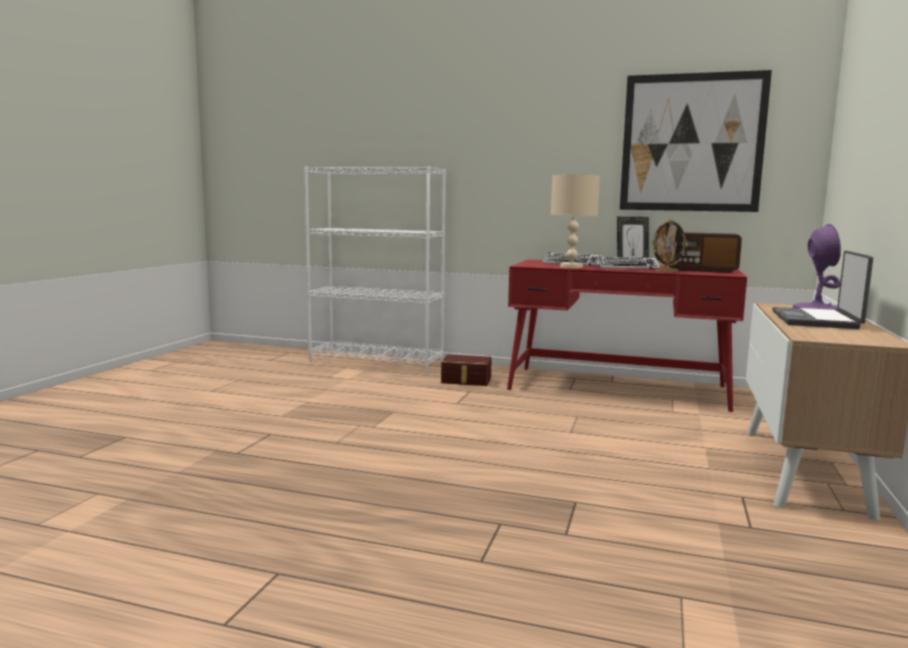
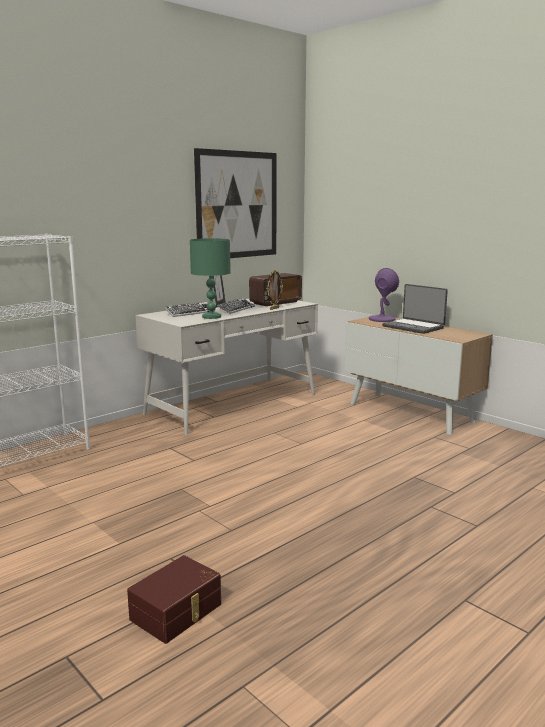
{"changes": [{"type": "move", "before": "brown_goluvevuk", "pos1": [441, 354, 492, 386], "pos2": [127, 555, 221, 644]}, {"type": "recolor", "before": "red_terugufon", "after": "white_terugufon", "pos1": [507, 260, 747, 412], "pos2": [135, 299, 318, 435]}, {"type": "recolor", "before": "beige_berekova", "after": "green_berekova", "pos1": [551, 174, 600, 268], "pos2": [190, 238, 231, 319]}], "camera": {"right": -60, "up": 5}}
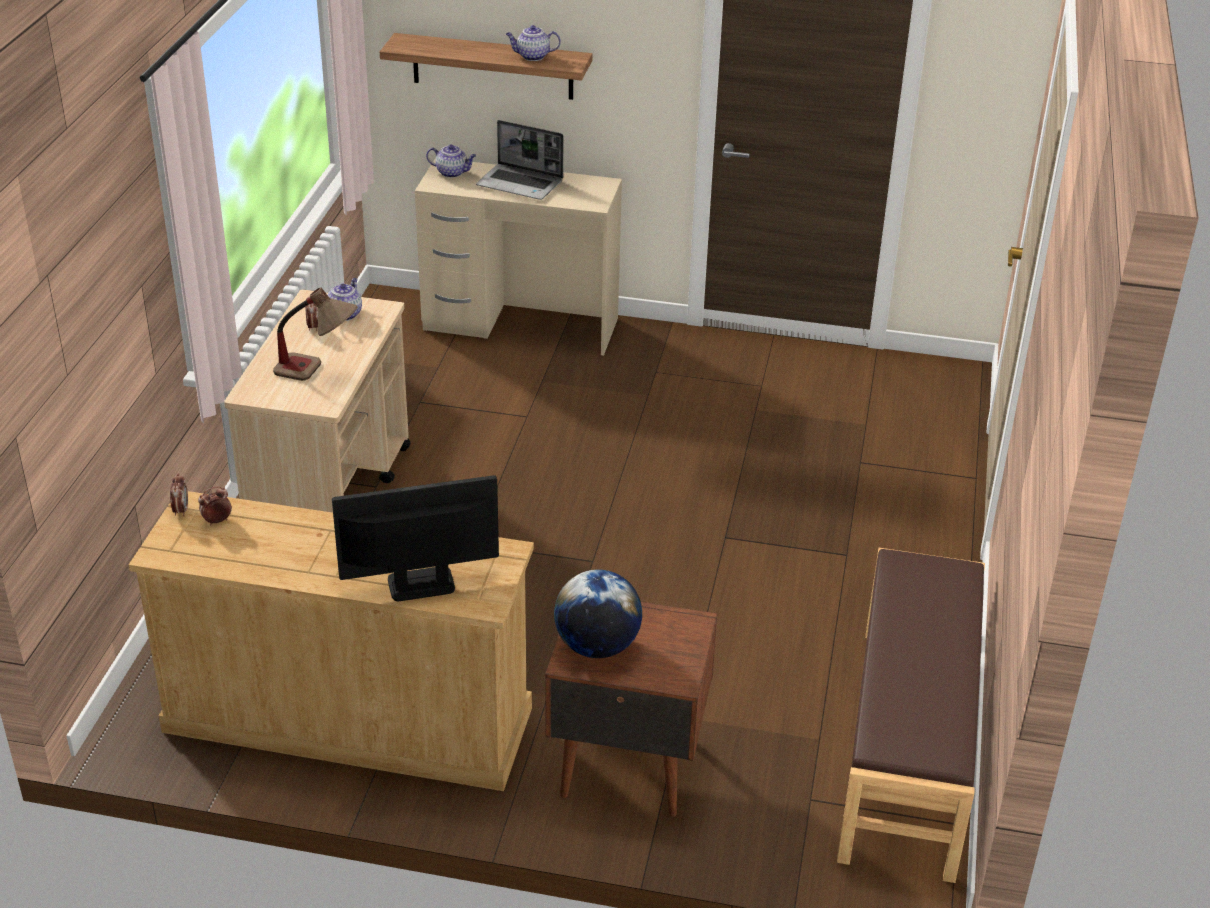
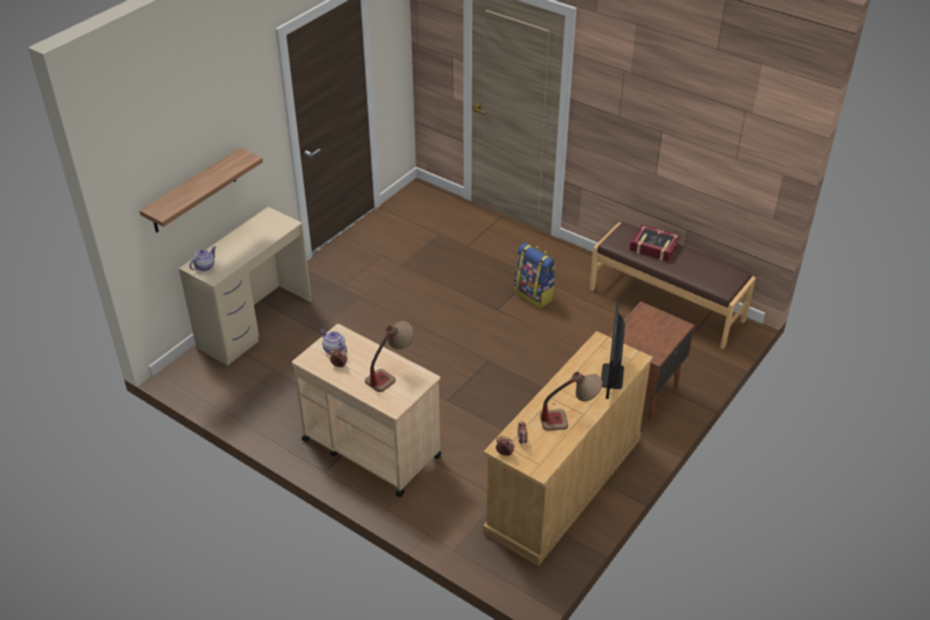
{"changes": [{"type": "delete", "before": "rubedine", "pos1": [476, 120, 563, 200]}, {"type": "delete", "before": "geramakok", "pos1": [506, 25, 561, 61]}, {"type": "delete", "before": "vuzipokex", "pos1": [554, 569, 642, 658]}, {"type": "insert", "after": "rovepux", "pos2": [514, 243, 555, 308]}, {"type": "insert", "after": "berekova", "pos2": [540, 372, 603, 431]}, {"type": "insert", "after": "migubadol", "pos2": [630, 225, 680, 262]}], "camera": {"right": -65, "up": 5}}
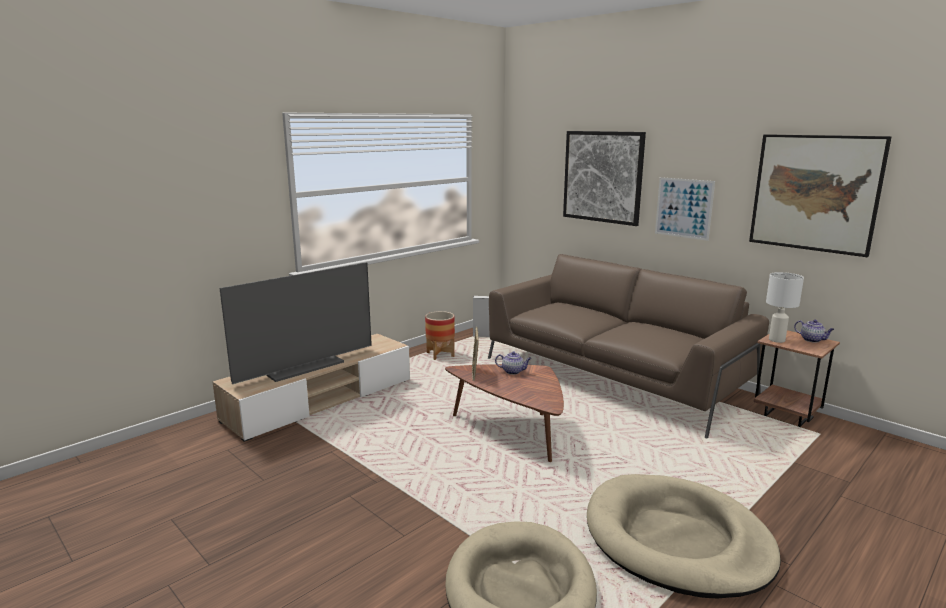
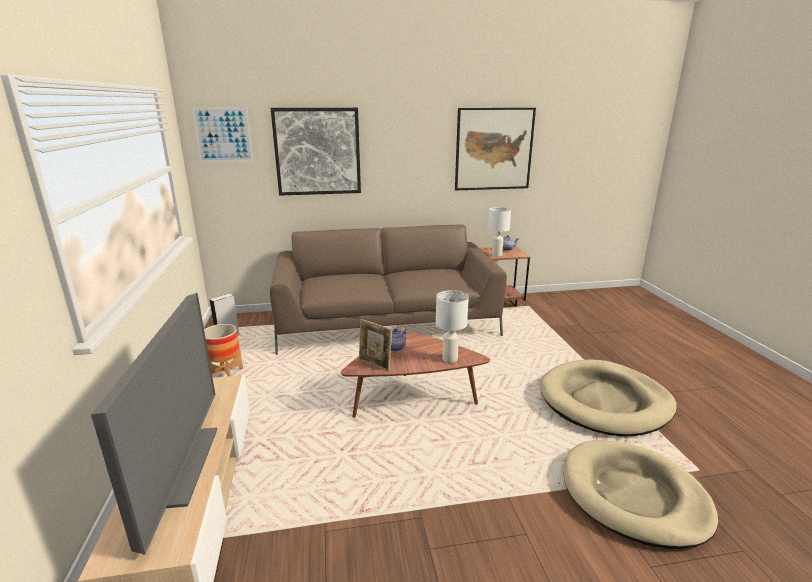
{"changes": [{"type": "insert", "after": "white_berekova", "pos2": [436, 290, 469, 363]}, {"type": "move", "before": "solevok", "pos1": [655, 177, 715, 241], "pos2": [192, 107, 253, 162]}], "camera": {"right": -55, "up": 5}}
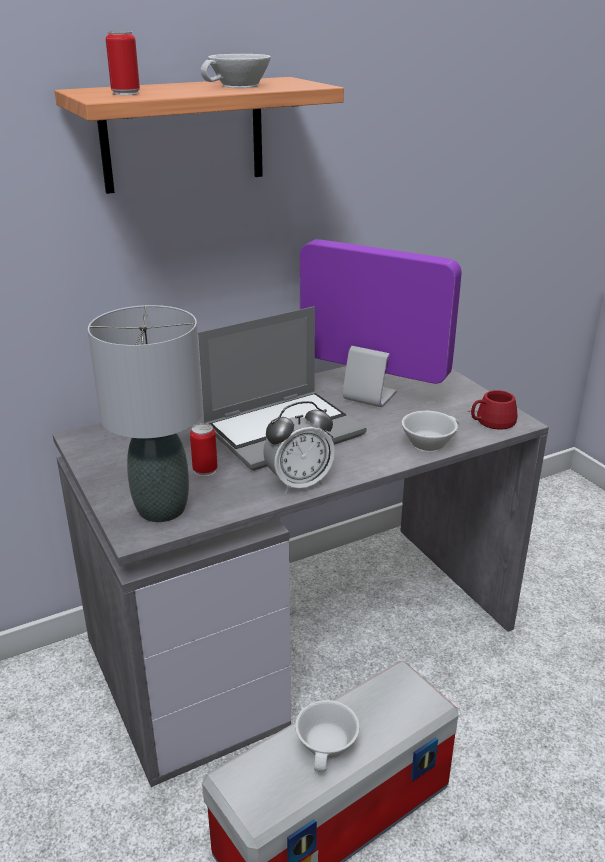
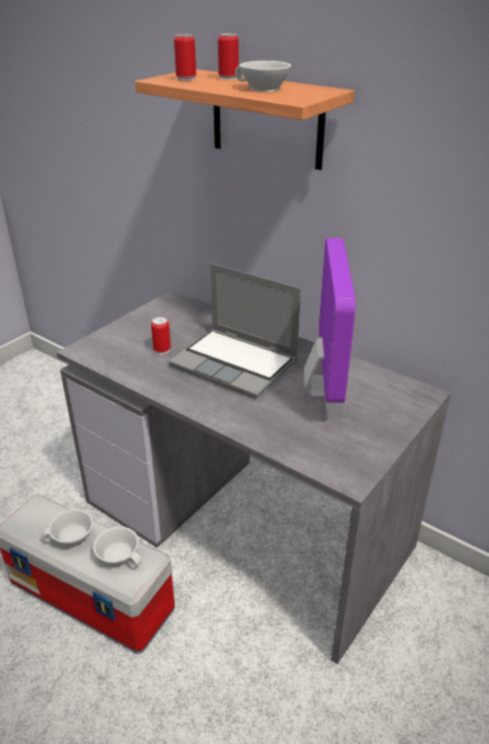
{"changes": [{"type": "delete", "before": "grey_berekova", "pos1": [88, 305, 203, 522]}, {"type": "delete", "before": "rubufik", "pos1": [263, 401, 335, 494]}, {"type": "delete", "before": "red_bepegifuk", "pos1": [468, 390, 517, 430]}, {"type": "insert", "after": "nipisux", "pos2": [218, 33, 239, 80]}, {"type": "move", "before": "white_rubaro", "pos1": [402, 411, 460, 453], "pos2": [93, 527, 142, 568]}], "camera": {"right": 65, "up": 5}}
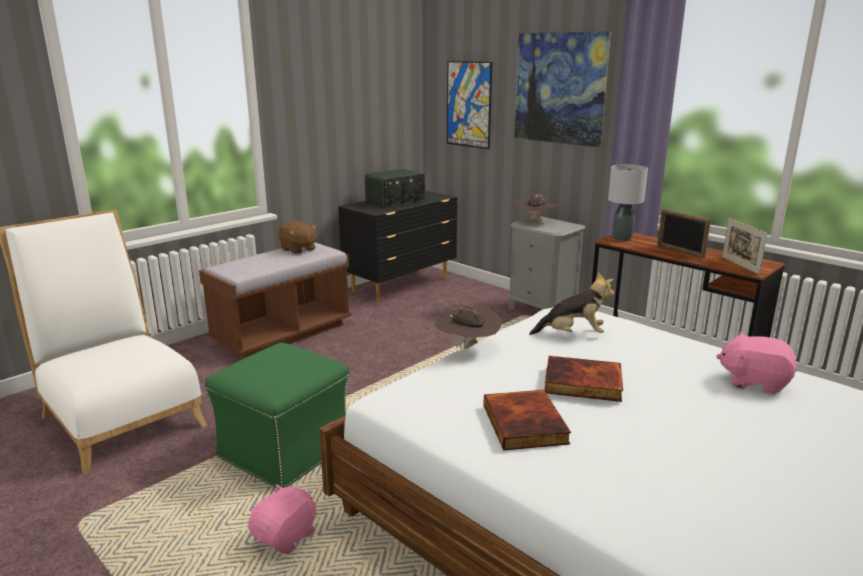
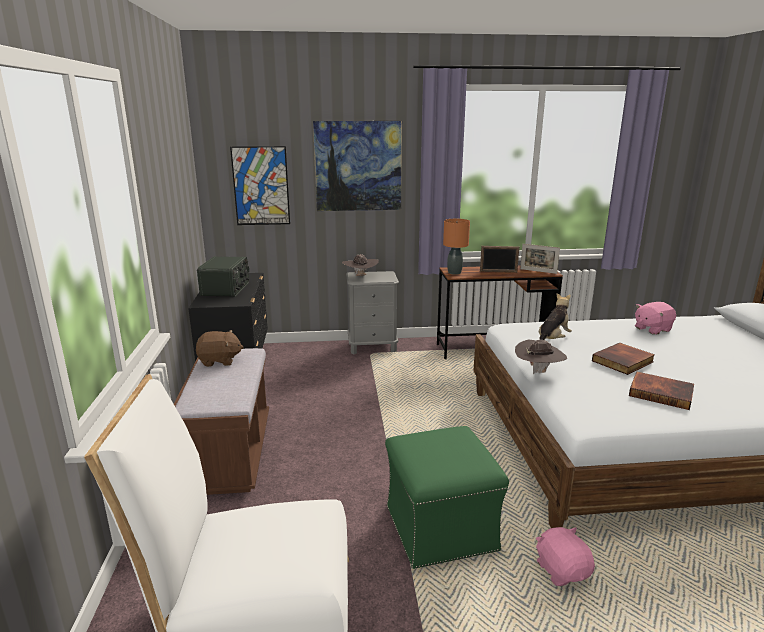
{"changes": [{"type": "recolor", "before": "grey_berekova", "after": "orange_berekova", "pos1": [608, 164, 648, 241], "pos2": [443, 219, 470, 275]}], "camera": {"right": -50, "up": 0}}
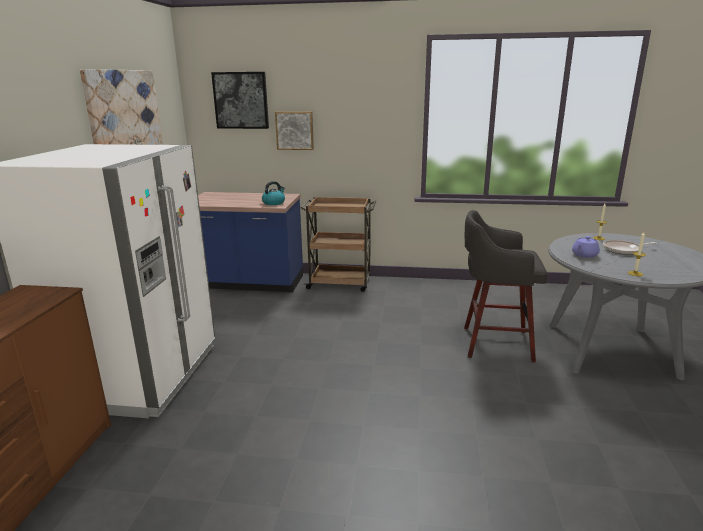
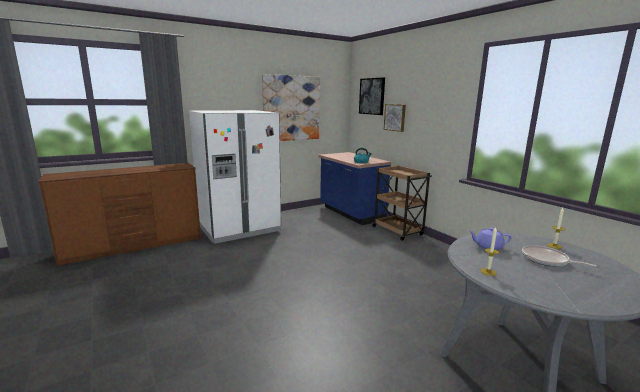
{"changes": [{"type": "delete", "before": "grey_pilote", "pos1": [464, 210, 547, 362]}], "camera": {"right": 50, "up": -5}}
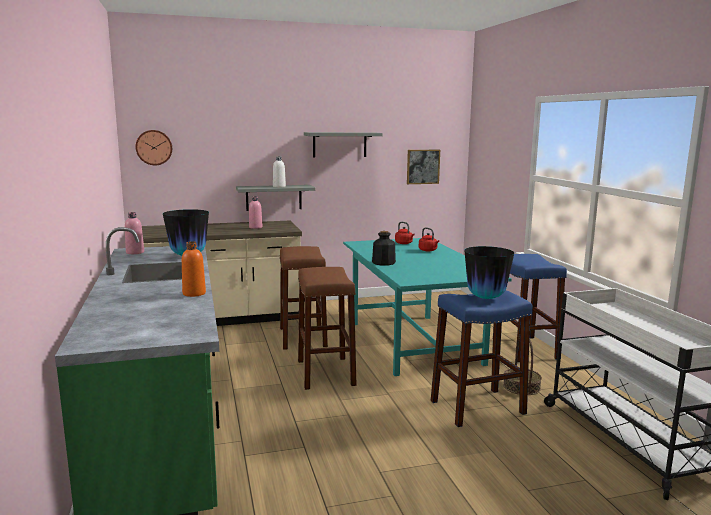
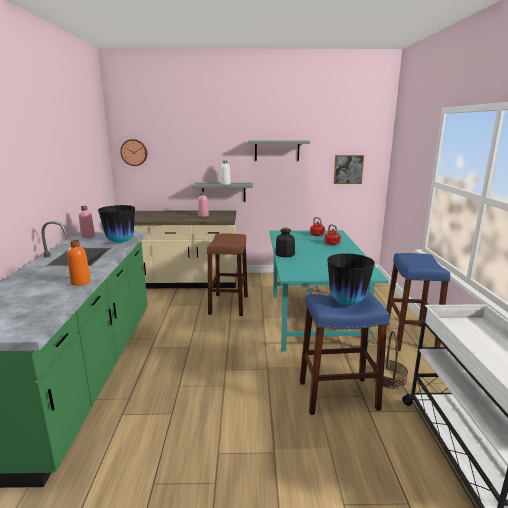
{"changes": [{"type": "delete", "before": "brown_pilote", "pos1": [298, 267, 356, 390]}], "camera": {"right": 15, "up": 5}}
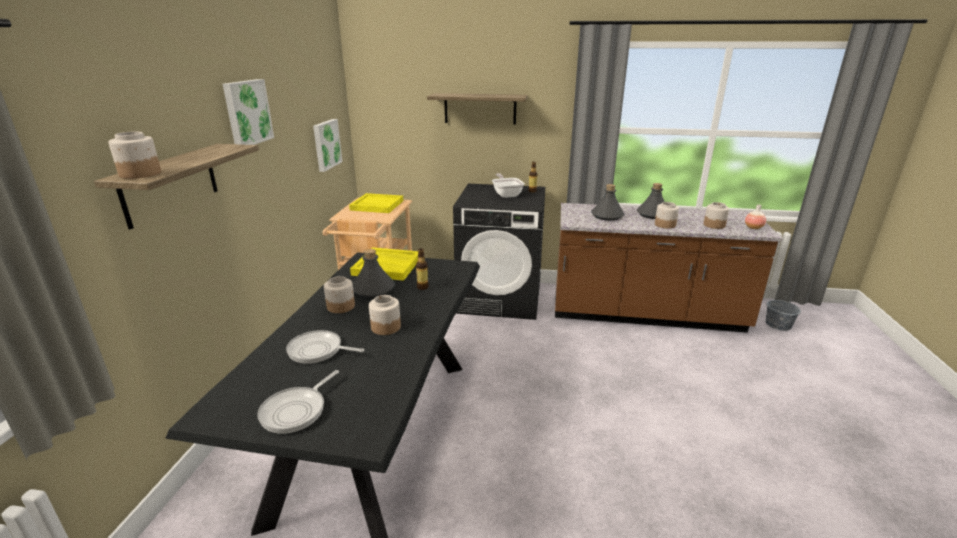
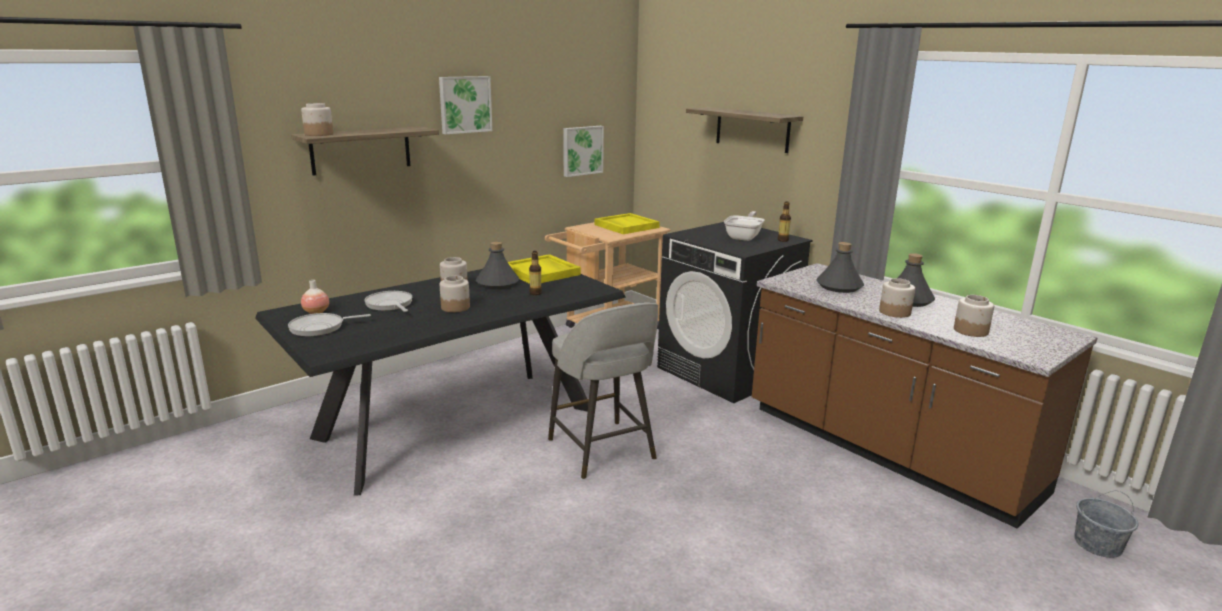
{"changes": [{"type": "insert", "after": "grey_pilote", "pos2": [548, 302, 658, 479]}, {"type": "move", "before": "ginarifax", "pos1": [745, 205, 766, 229], "pos2": [301, 280, 329, 314]}], "camera": {"right": 40, "up": -5}}
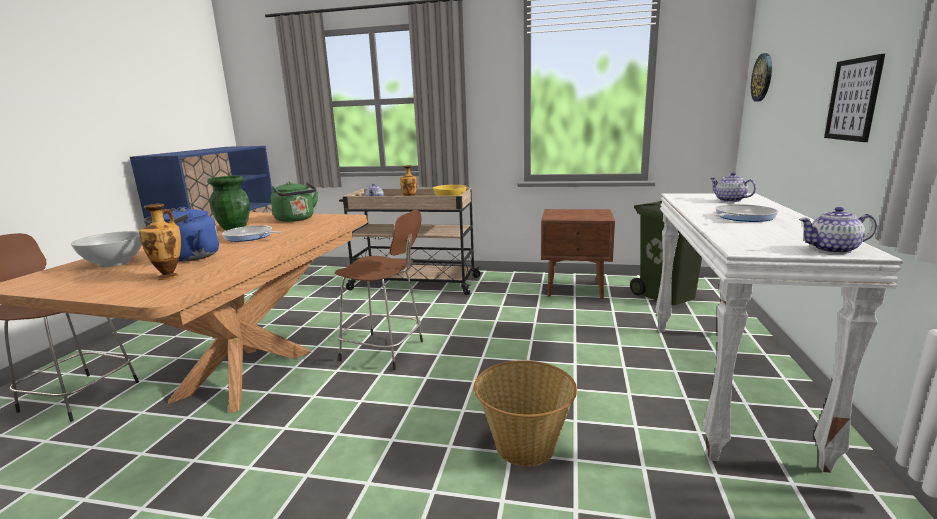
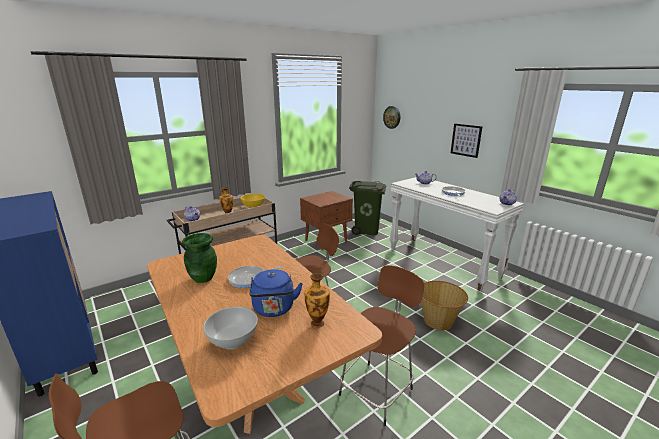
{"changes": [{"type": "delete", "before": "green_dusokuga", "pos1": [271, 181, 318, 222]}, {"type": "insert", "after": "brown_pilote", "pos2": [339, 265, 424, 426]}], "camera": {"right": -50, "up": 5}}
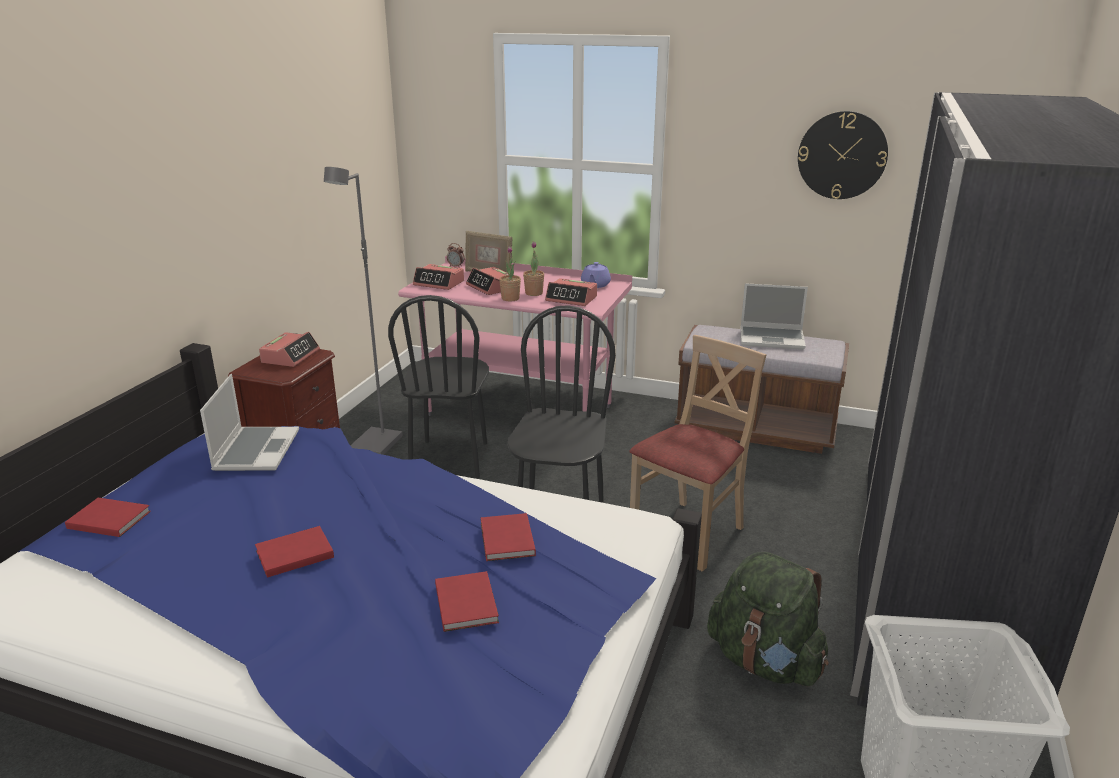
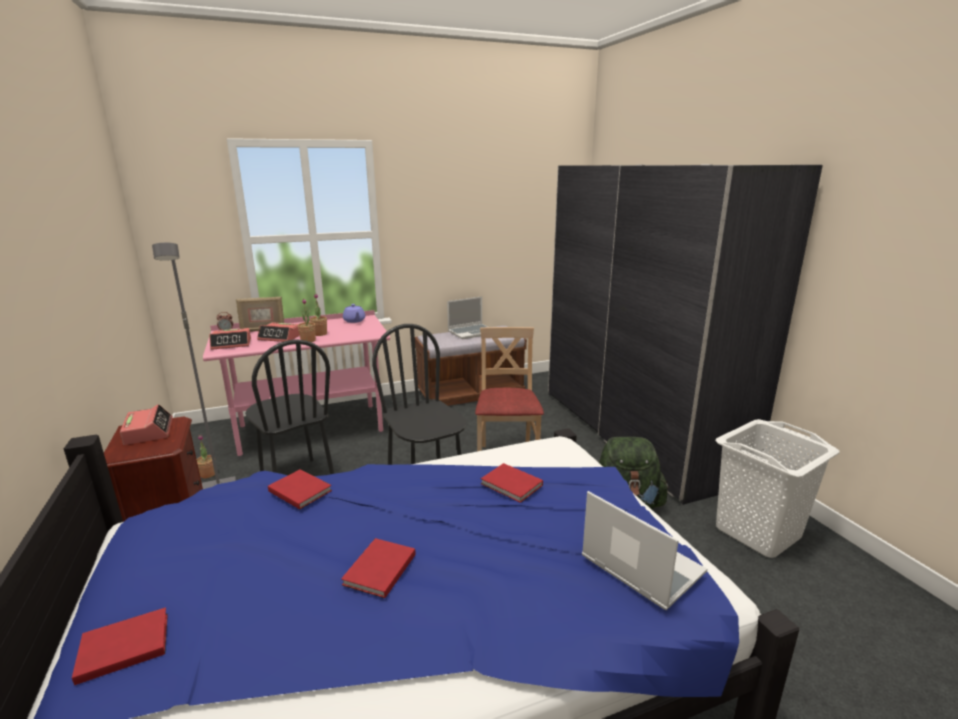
{"changes": [{"type": "delete", "before": "rubufik", "pos1": [545, 278, 597, 306]}, {"type": "delete", "before": "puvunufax", "pos1": [798, 111, 888, 199]}, {"type": "insert", "after": "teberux", "pos2": [196, 435, 215, 478]}, {"type": "move", "before": "rubedine", "pos1": [200, 374, 299, 471], "pos2": [582, 491, 707, 610]}, {"type": "move", "before": "red_migubadol", "pos1": [435, 571, 499, 632], "pos2": [268, 469, 332, 509]}], "camera": {"right": -40, "up": -5}}
